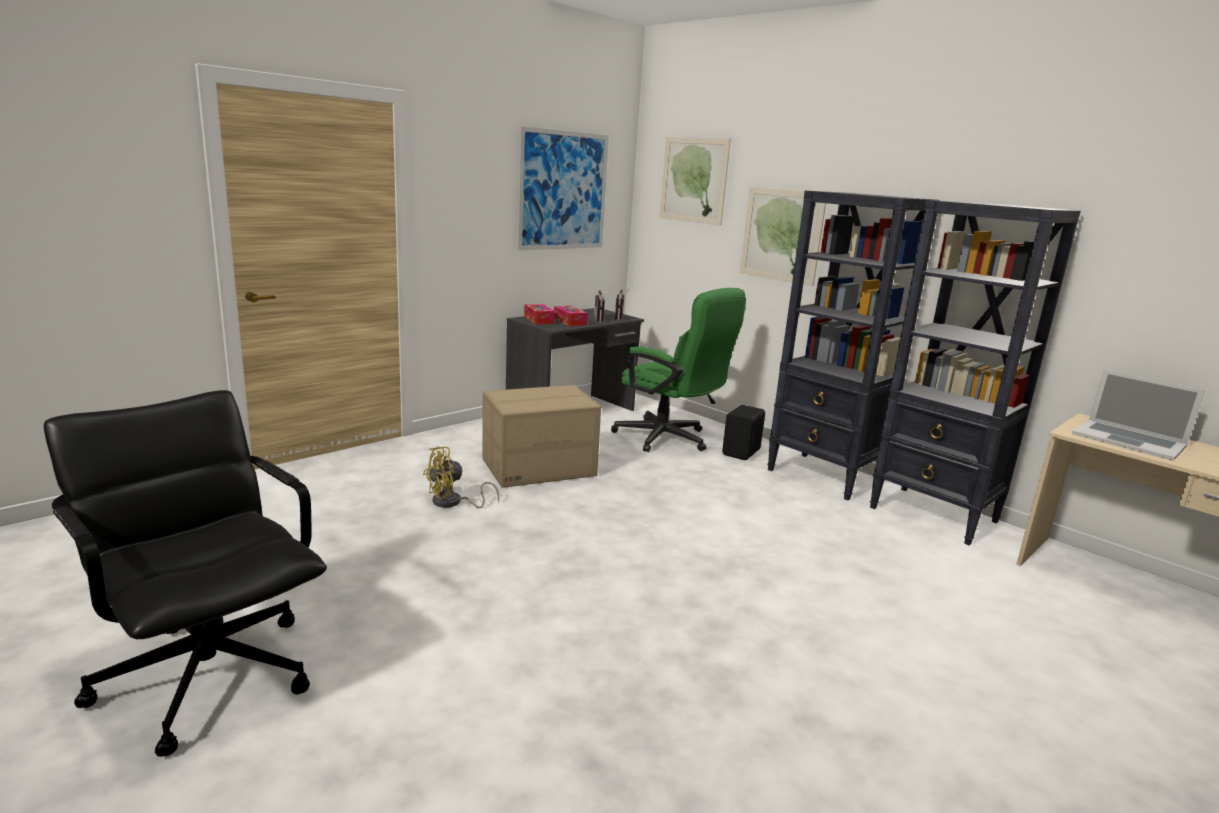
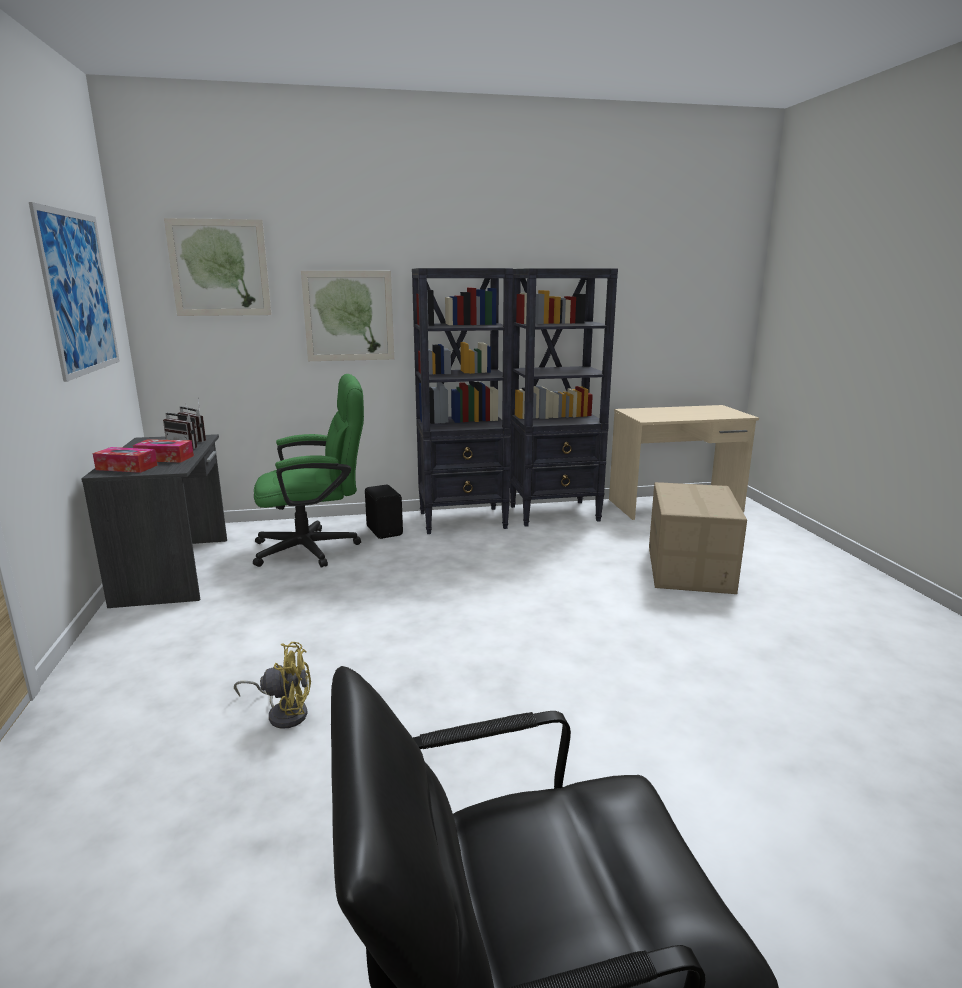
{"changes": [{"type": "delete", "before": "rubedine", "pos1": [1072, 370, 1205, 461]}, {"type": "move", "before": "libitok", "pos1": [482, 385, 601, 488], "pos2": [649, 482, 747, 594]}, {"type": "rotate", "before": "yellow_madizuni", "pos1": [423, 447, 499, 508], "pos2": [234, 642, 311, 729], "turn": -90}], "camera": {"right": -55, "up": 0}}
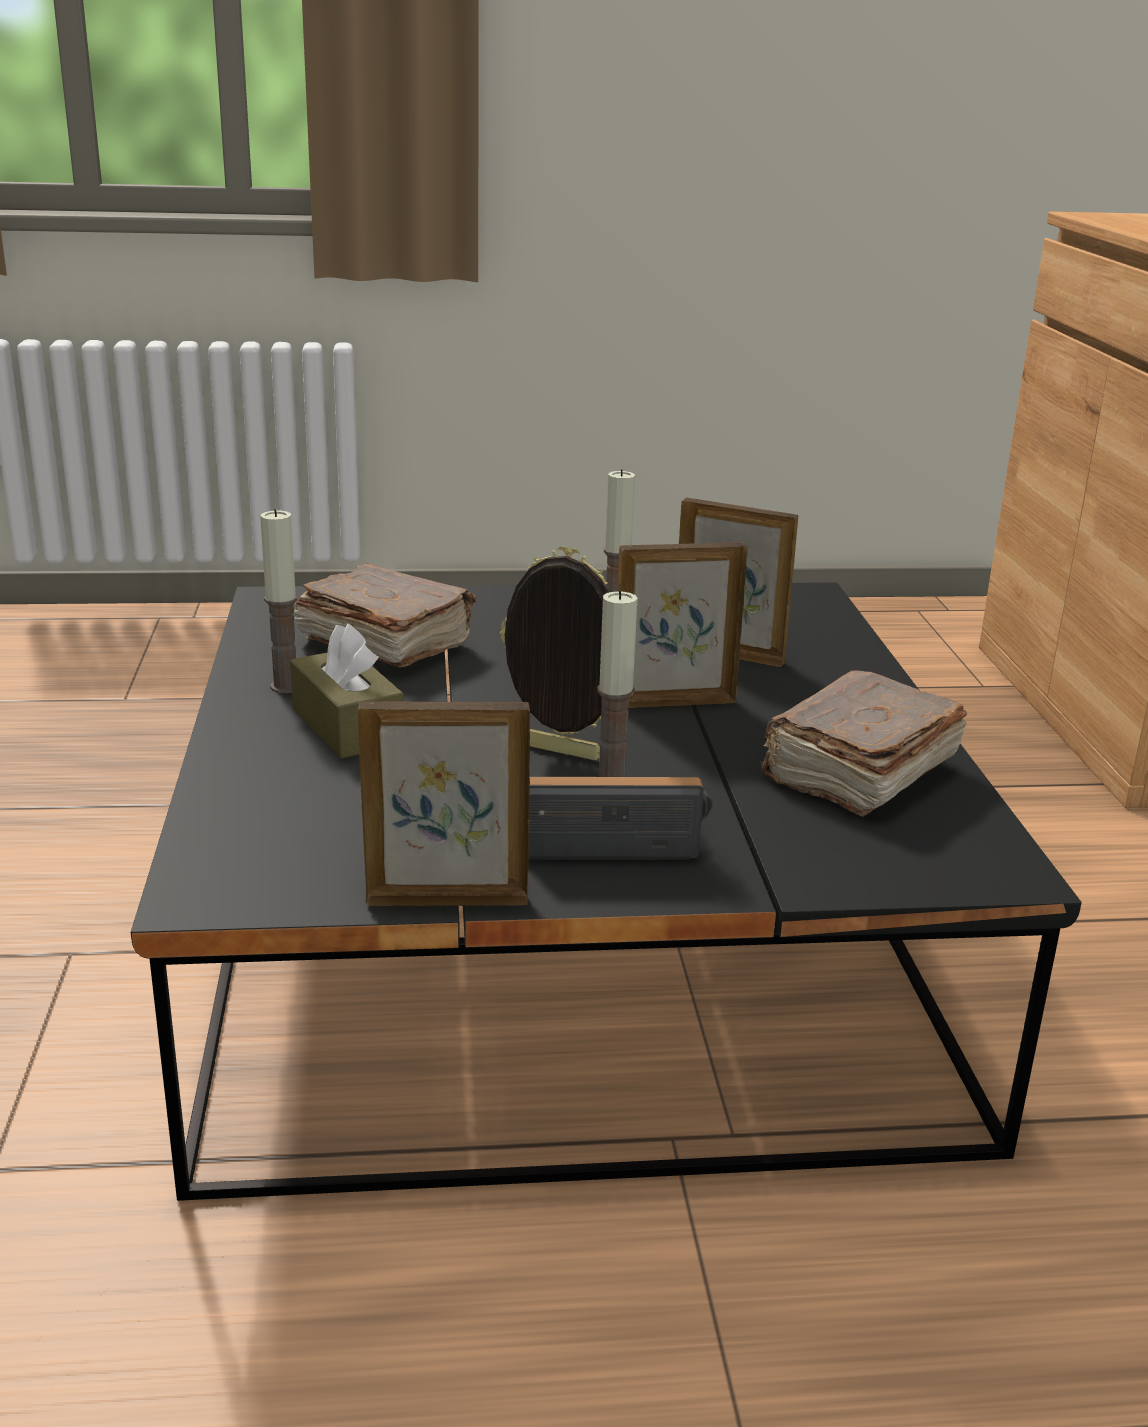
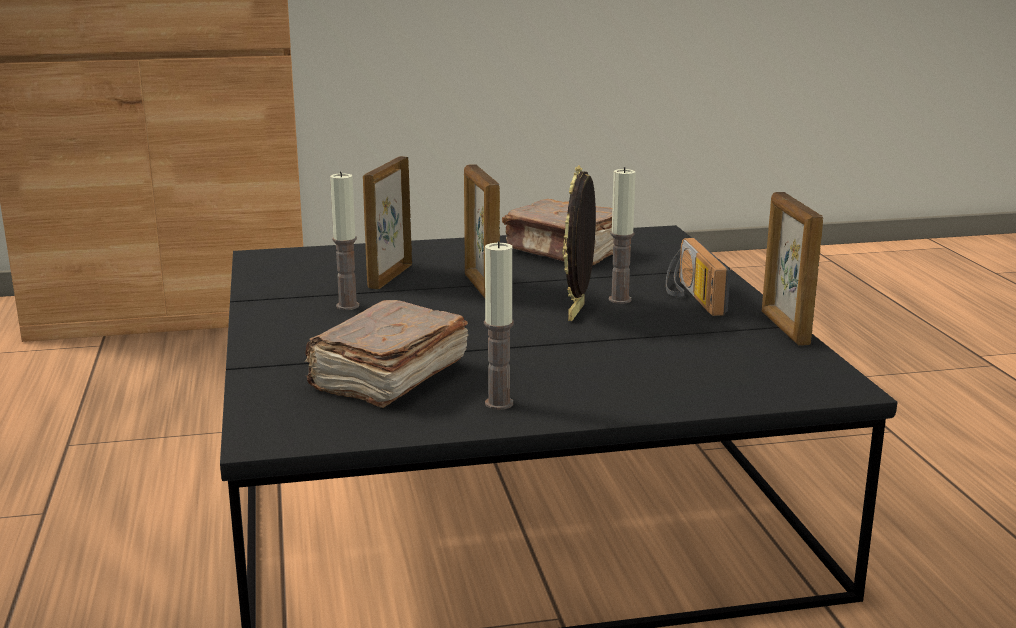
{"changes": [{"type": "delete", "before": "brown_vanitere", "pos1": [290, 623, 404, 759]}], "camera": {"right": -95, "up": -5}}
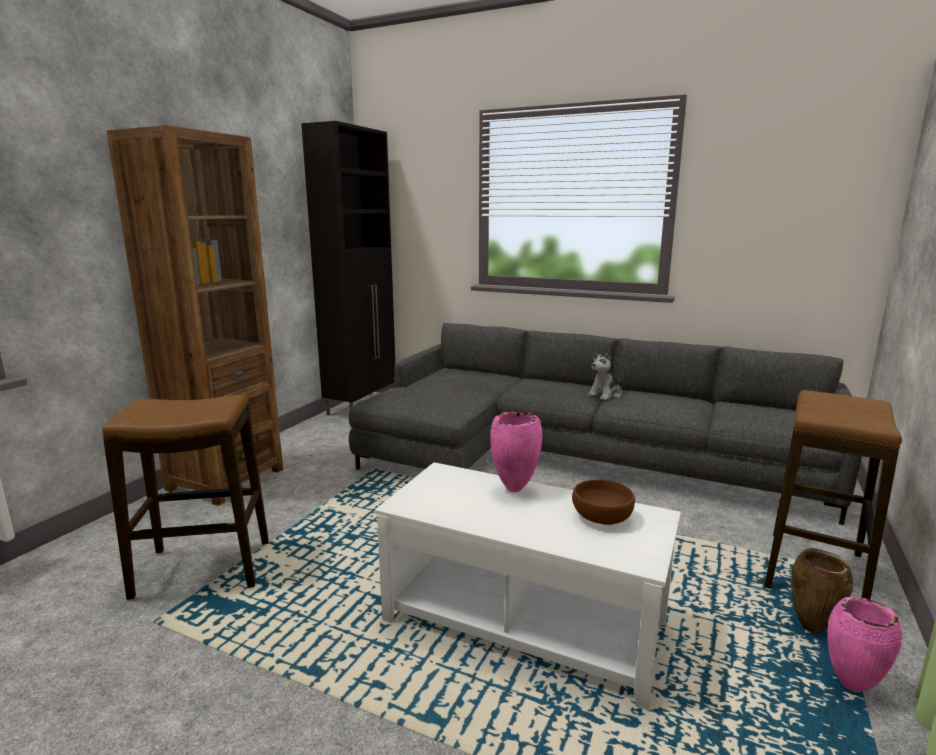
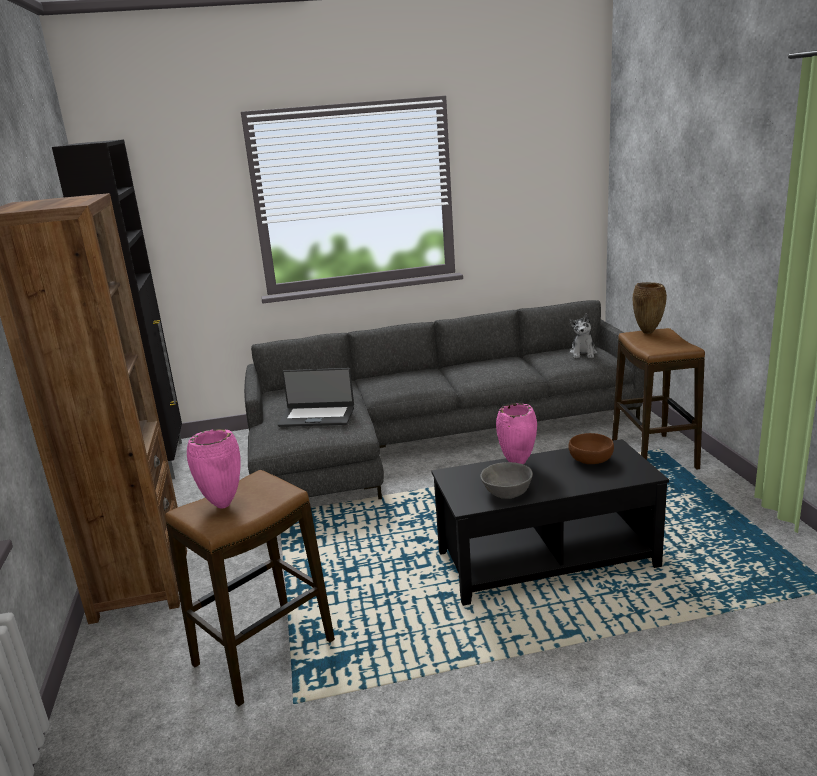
{"changes": [{"type": "insert", "after": "rubedine", "pos2": [278, 368, 354, 427]}, {"type": "insert", "after": "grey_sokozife", "pos2": [480, 462, 533, 499]}, {"type": "move", "before": "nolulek", "pos1": [587, 349, 622, 400], "pos2": [569, 313, 597, 358]}, {"type": "move", "before": "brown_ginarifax", "pos1": [791, 548, 853, 633], "pos2": [633, 282, 667, 334]}, {"type": "move", "before": "pink_ginarifax", "pos1": [827, 597, 902, 693], "pos2": [187, 429, 240, 508]}, {"type": "recolor", "before": "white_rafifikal", "after": "black_rafifikal", "pos1": [375, 462, 681, 710], "pos2": [431, 439, 669, 606]}], "camera": {"right": -35, "up": 5}}
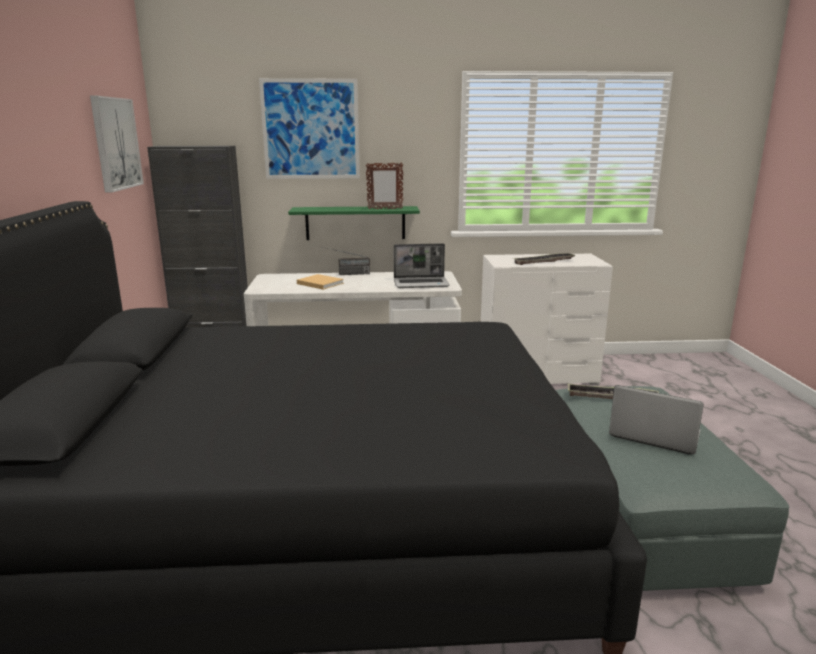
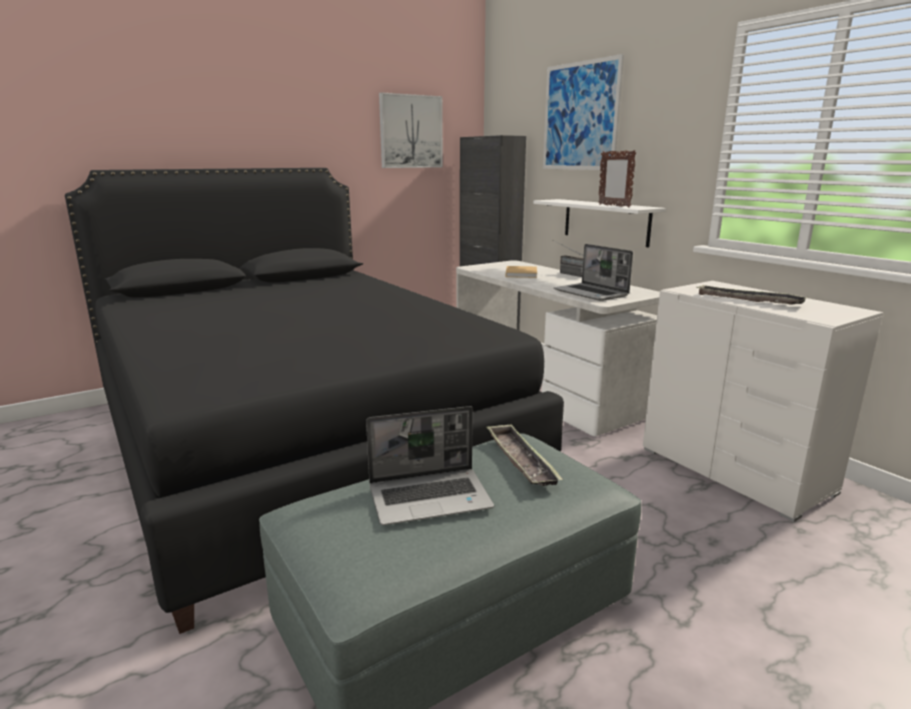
{"changes": [{"type": "recolor", "before": "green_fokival", "after": "white_fokival", "pos1": [288, 206, 420, 240], "pos2": [533, 199, 666, 247]}, {"type": "rotate", "before": "rubedine", "pos1": [609, 385, 704, 455], "pos2": [366, 406, 494, 525], "turn": 75}], "camera": {"right": 60, "up": 0}}
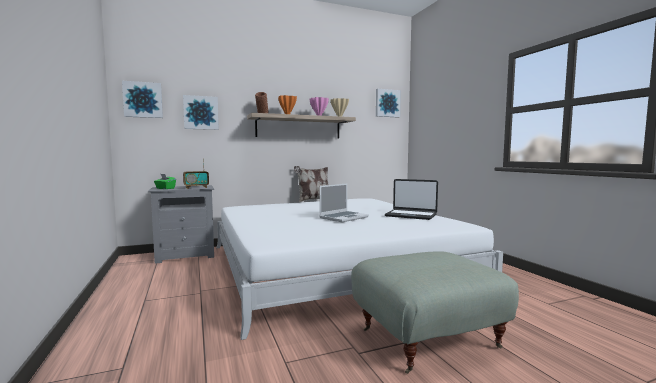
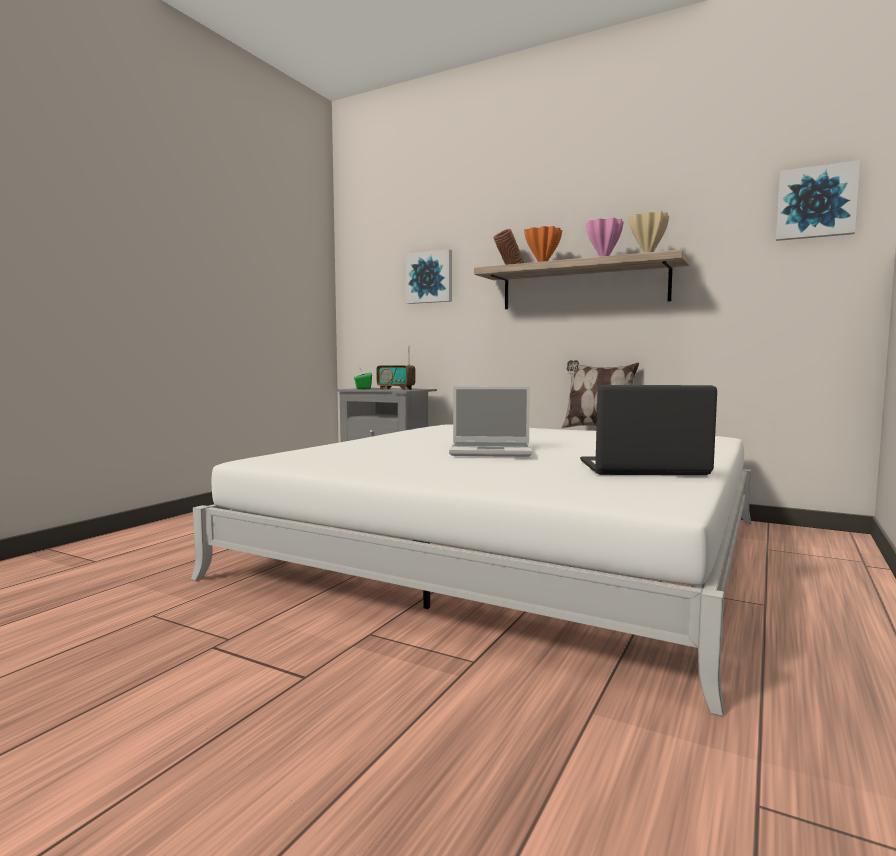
{"changes": [{"type": "delete", "before": "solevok", "pos1": [122, 81, 163, 118]}, {"type": "delete", "before": "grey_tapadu", "pos1": [351, 251, 519, 374]}, {"type": "rotate", "before": "rubedine", "pos1": [385, 179, 438, 220], "pos2": [580, 385, 717, 475], "turn": 105}], "camera": {"right": 50, "up": 0}}
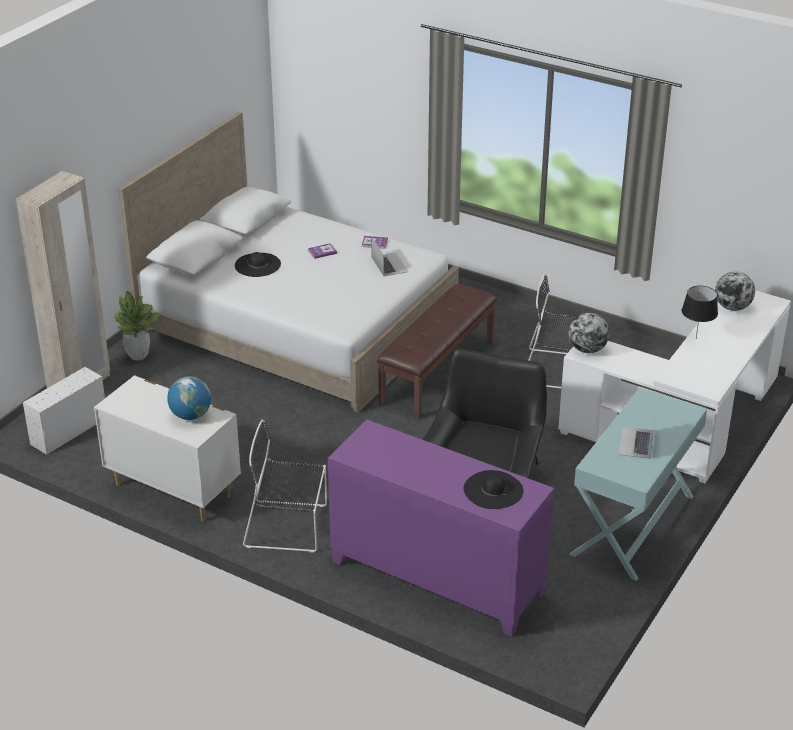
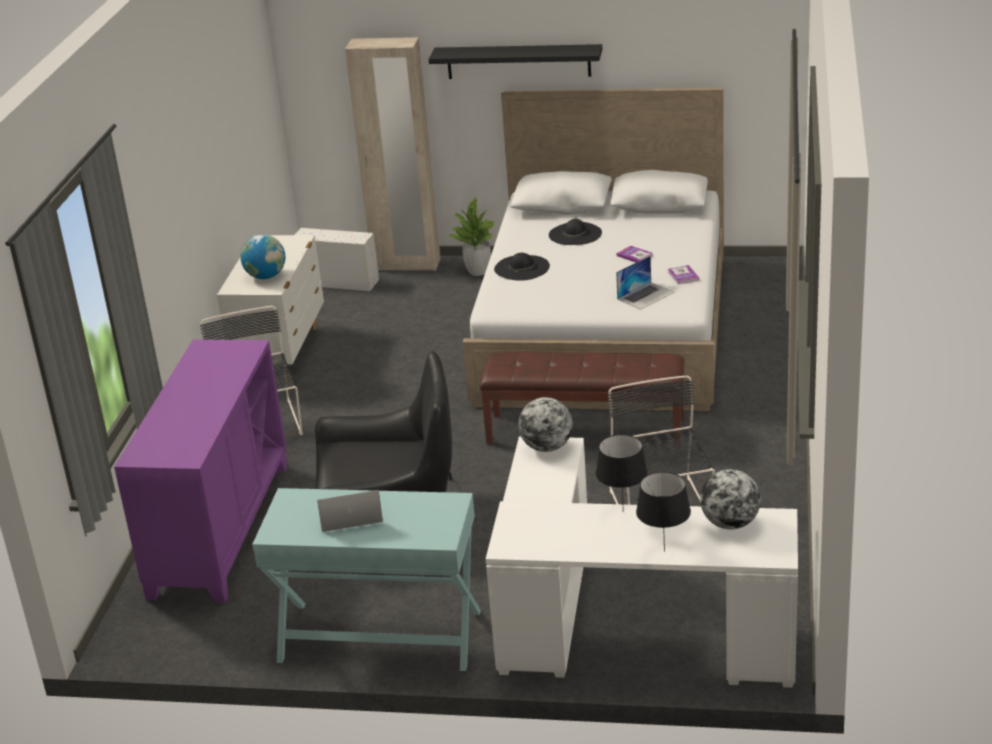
{"changes": [{"type": "insert", "after": "black_fokival", "pos2": [429, 44, 602, 79]}, {"type": "insert", "after": "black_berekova", "pos2": [636, 472, 691, 552]}, {"type": "move", "before": "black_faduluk", "pos1": [463, 470, 523, 509], "pos2": [494, 253, 550, 281]}], "camera": {"right": 70, "up": -5}}
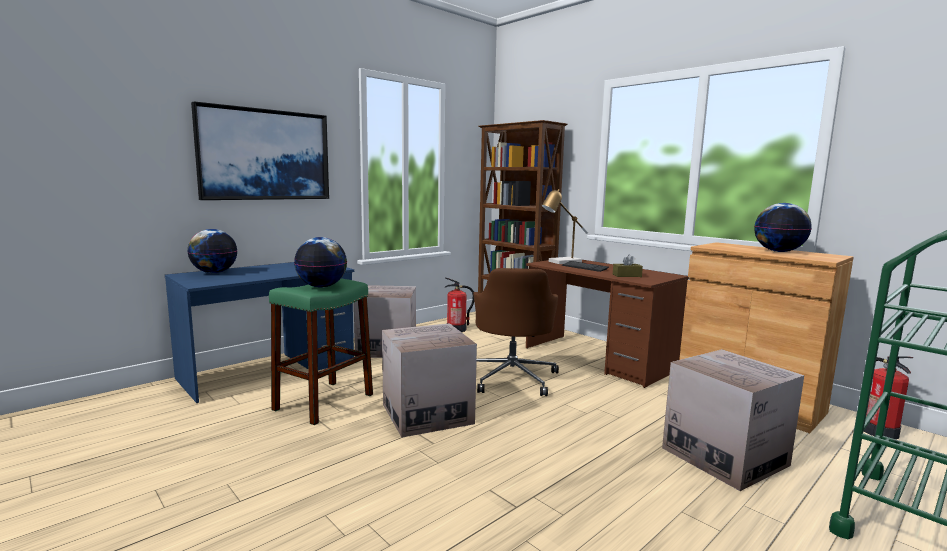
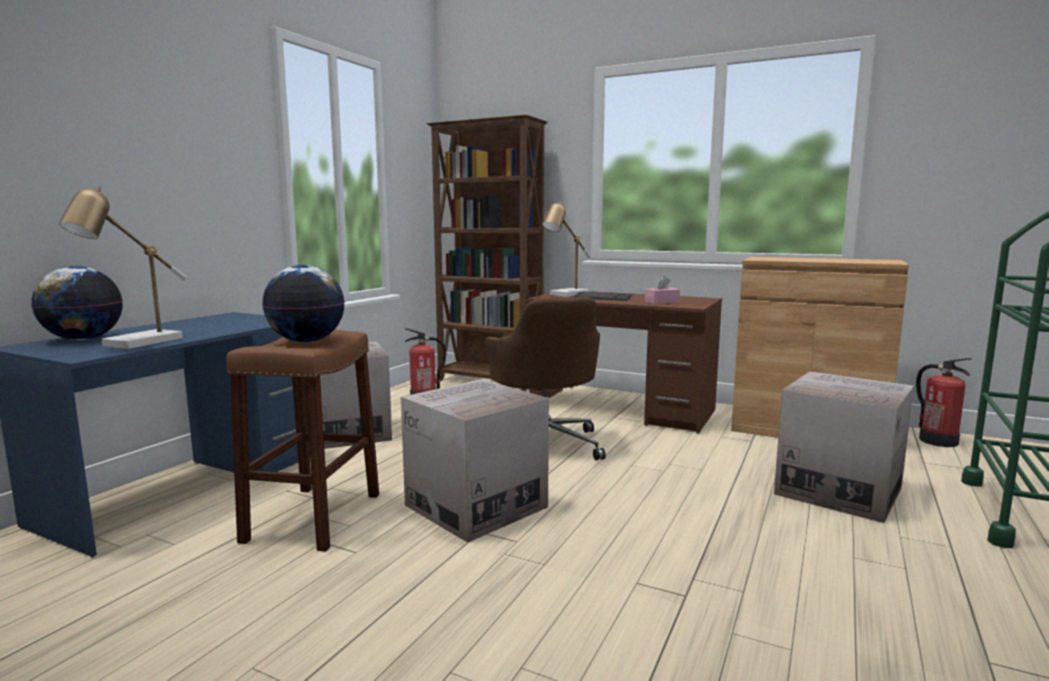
{"changes": [{"type": "delete", "before": "solevok", "pos1": [191, 101, 329, 200]}, {"type": "delete", "before": "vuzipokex", "pos1": [754, 203, 812, 252]}, {"type": "insert", "after": "berekova", "pos2": [59, 186, 187, 349]}, {"type": "recolor", "before": "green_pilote", "after": "brown_pilote", "pos1": [269, 279, 373, 425], "pos2": [226, 330, 379, 552]}, {"type": "recolor", "before": "brown_vanitere", "after": "pink_vanitere", "pos1": [613, 254, 643, 277], "pos2": [645, 276, 680, 304]}], "camera": {"right": -20, "up": 0}}
